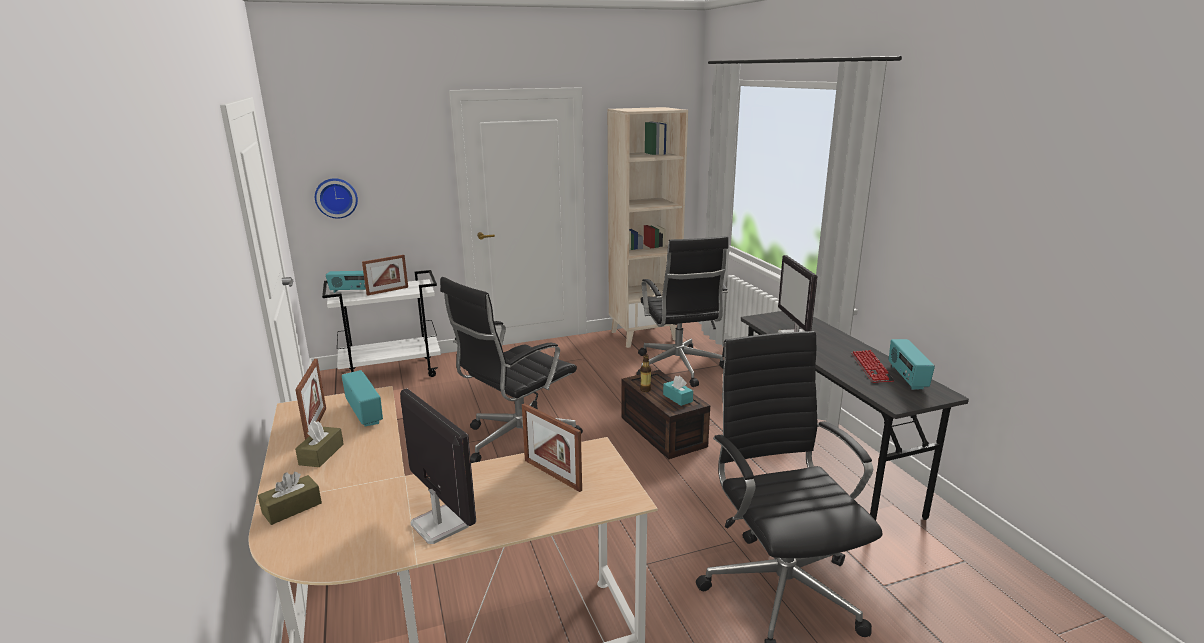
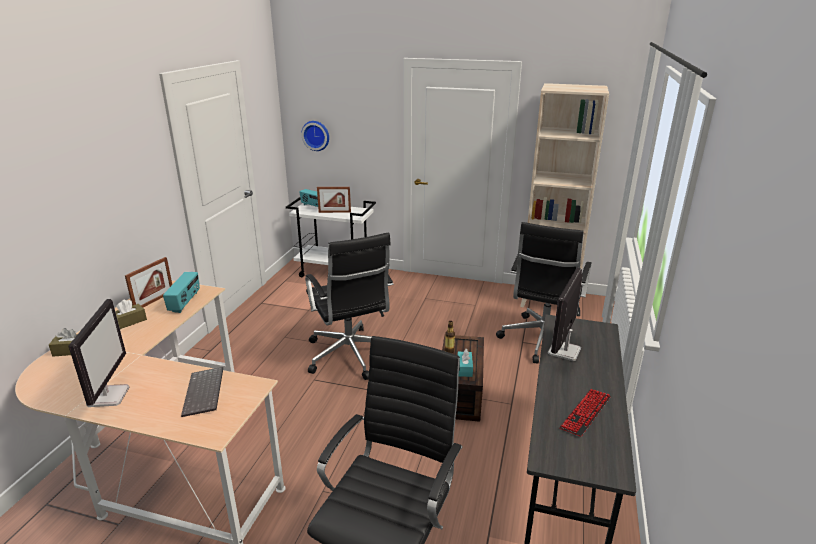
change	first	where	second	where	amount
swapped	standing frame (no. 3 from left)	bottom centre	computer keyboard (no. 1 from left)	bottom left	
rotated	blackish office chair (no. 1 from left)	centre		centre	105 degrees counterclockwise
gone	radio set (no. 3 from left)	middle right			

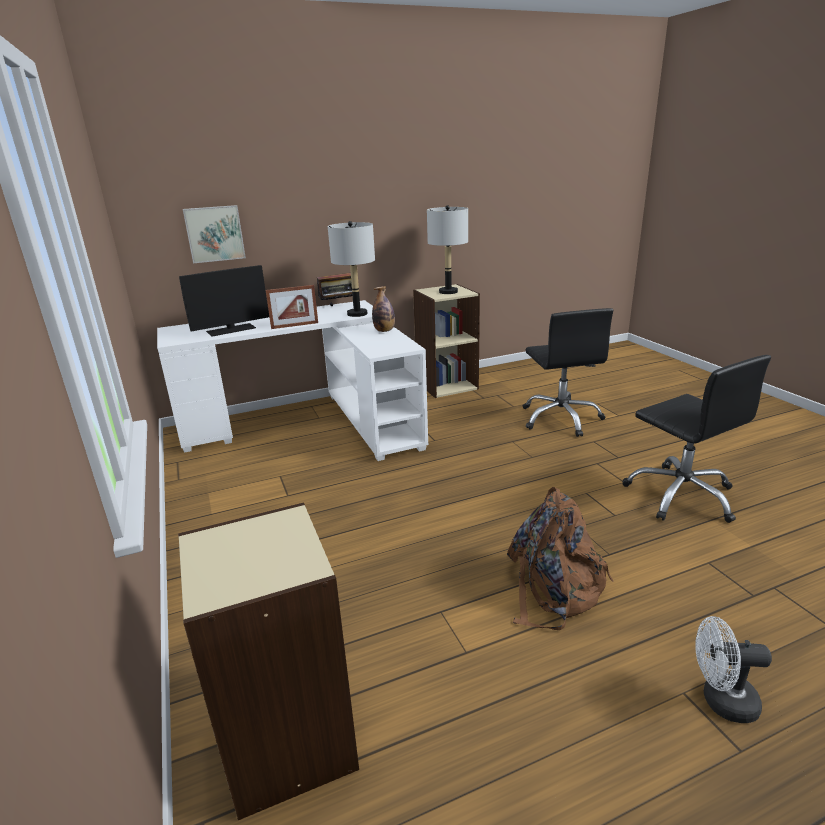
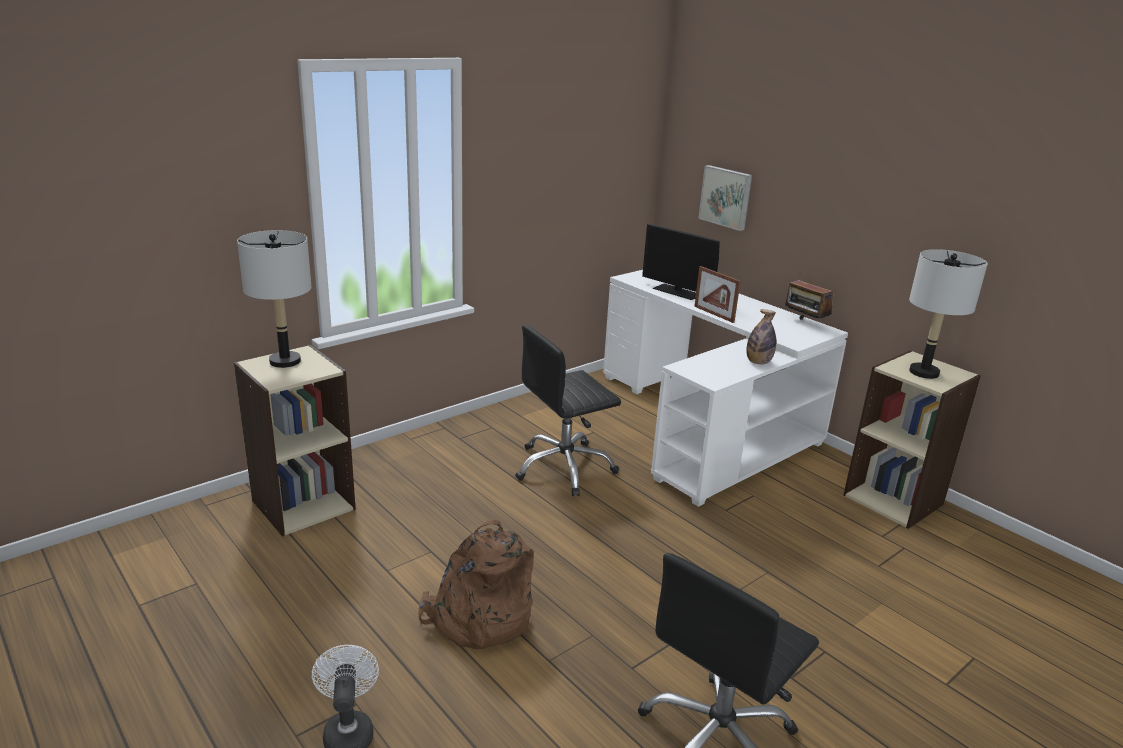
change	first	where	second	where	amount
shifted	greyish tabletop lamp (no. 1 from left)	top centre		middle left	
shifted	blackish office chair (no. 1 from left)	middle right		centre	

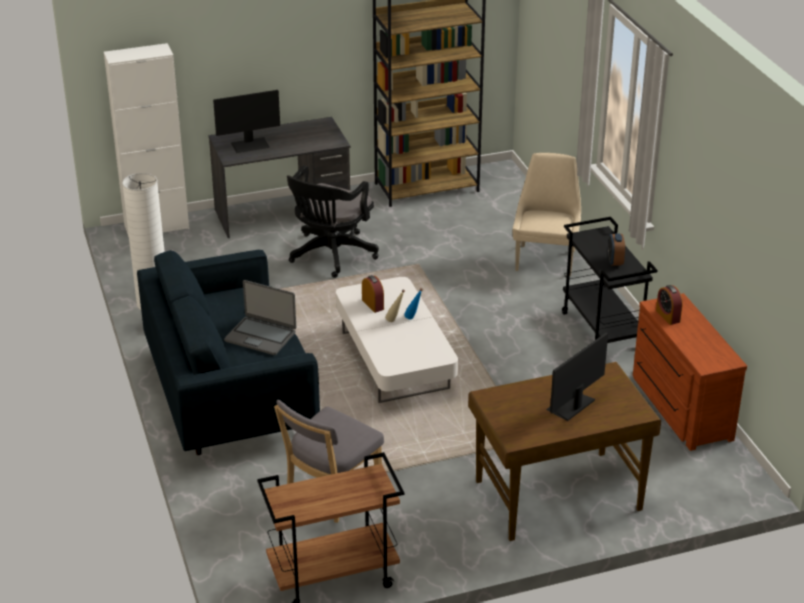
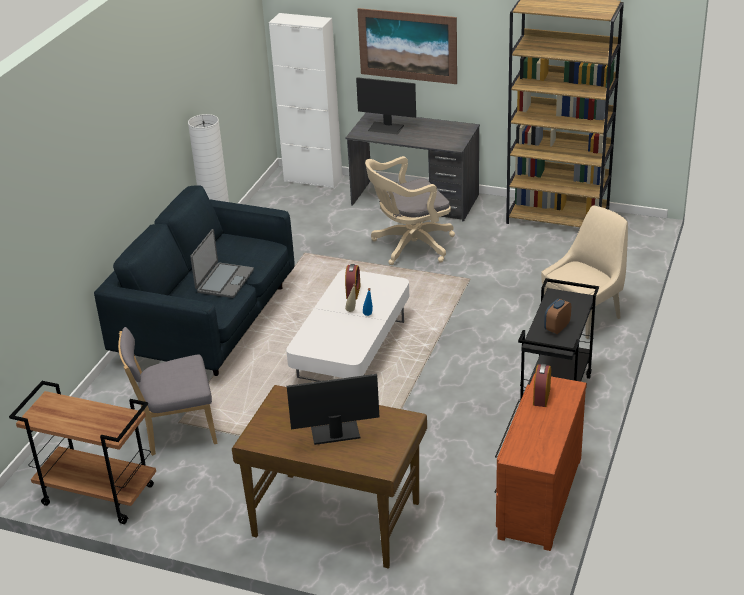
change	first	where	second	where	amount
rotated	portable computer	middle left		middle left	135 degrees counterclockwise
new			picture	top centre	
repainted	blackish office chair	centre	beige-coloured office chair	centre	

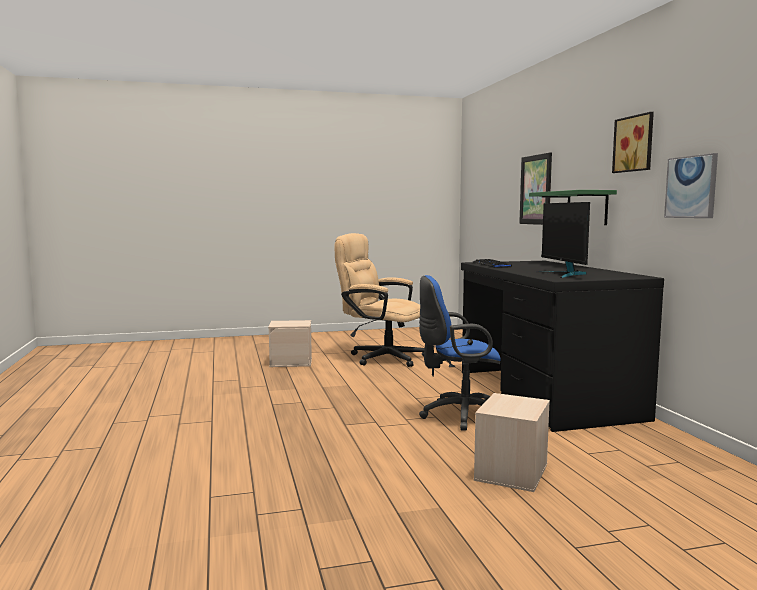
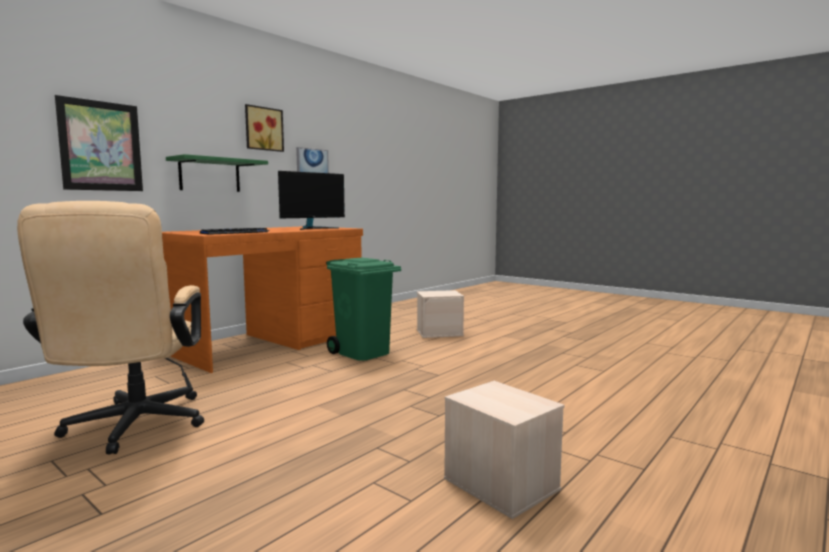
change	first	where	second	where	amount
repainted	blackish desk	middle right	orange desk	middle left	
swapped	blue office chair	centre	greenish rubbish bin	centre	
shifted	beige-coloured storage container (no. 1 from left in the first image)	centre	beige-coloured storage container (no. 2 from left)	bottom centre	

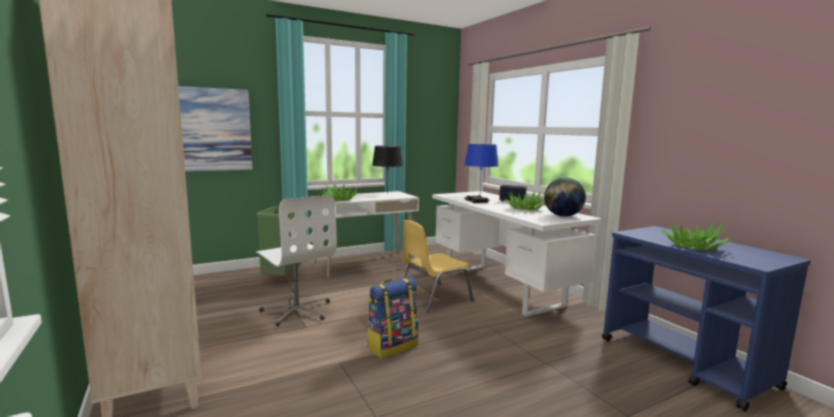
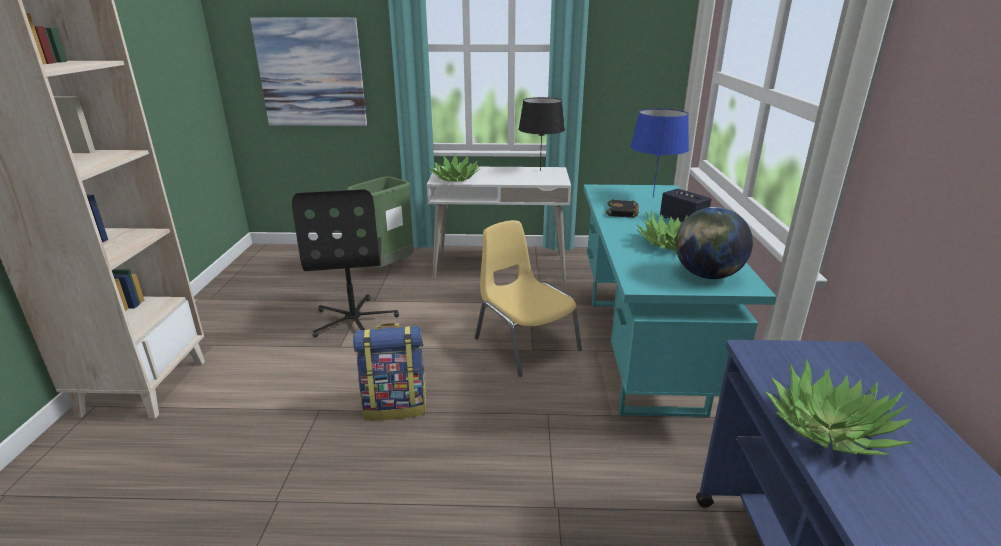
change	first	where	second	where	amount
repainted	whitish office chair	centre	blackish office chair	centre	
rotated	yellow upright chair	centre		centre	60 degrees clockwise
repainted	whitish desk (no. 2 from left)	centre	turquoise-coloured desk	middle right	

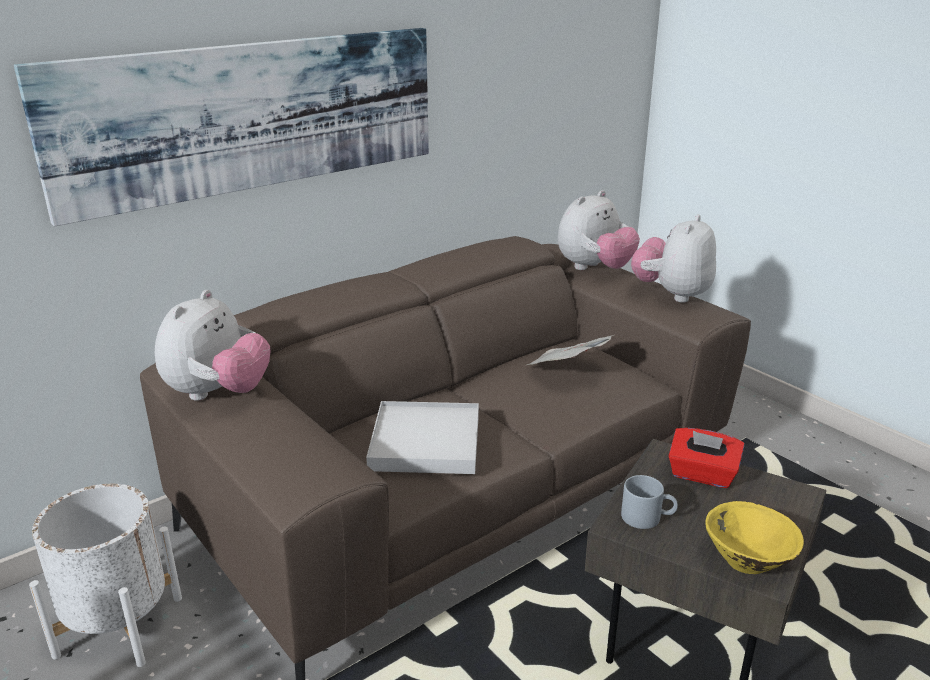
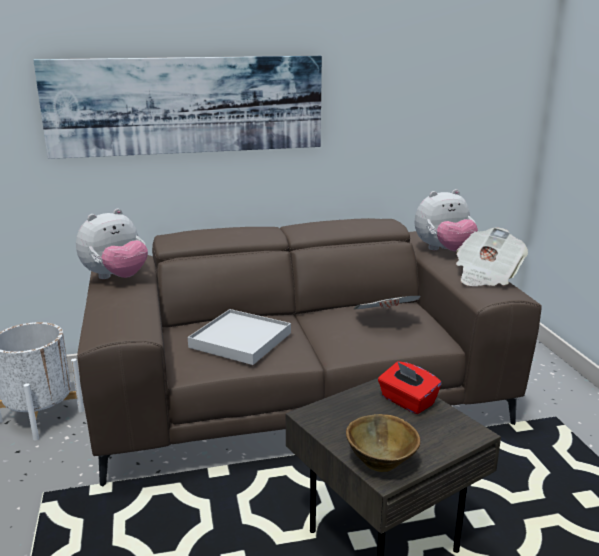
change	first	where	second	where	amount
repainted	yellow serving bowl	bottom right	brown-coloured serving bowl	bottom centre	
swapped	plush toy (no. 3 from left)	middle right	newspaper (no. 2 from left)	middle right	
gone	greyish tea mug	bottom right			

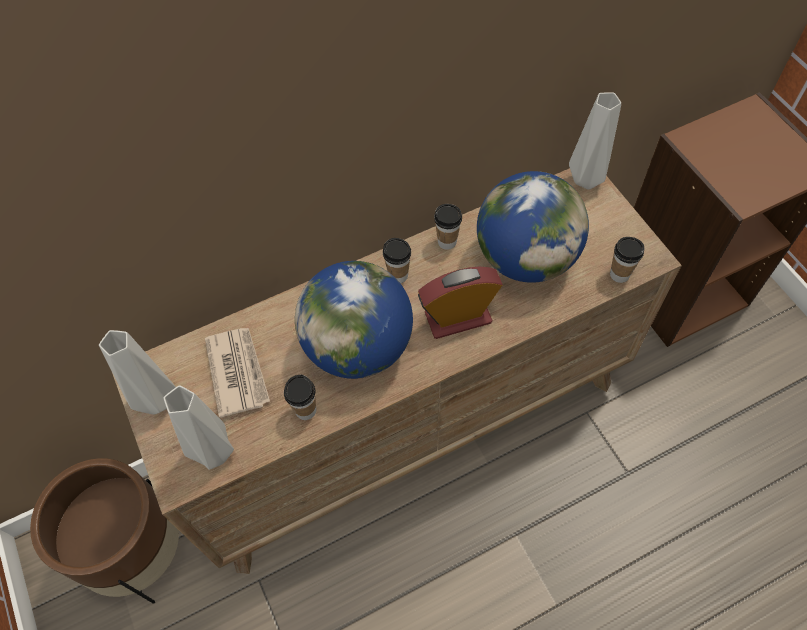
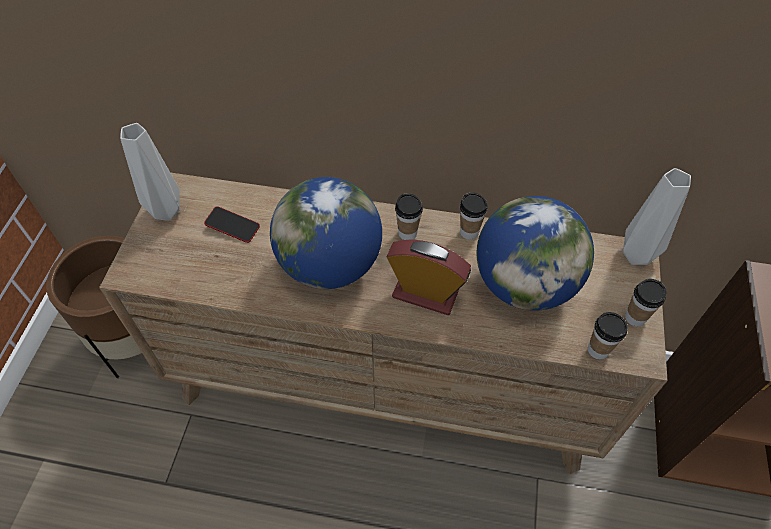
change	first	where	second	where	amount
swapped	newspaper	middle left	telephone	middle left	
shifted	small cup (no. 1 from left in the first image)	centre	small cup (no. 4 from left)	middle right	
gone	greyish decorative vase (no. 2 from left)	bottom left			

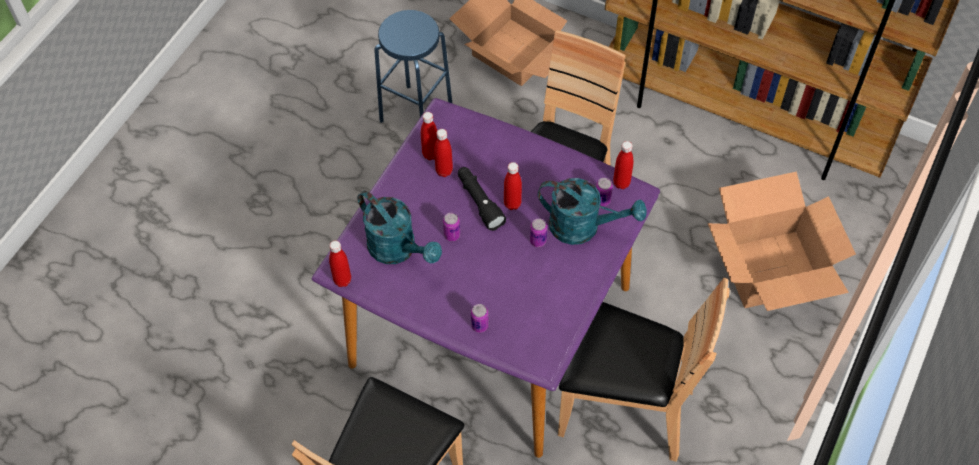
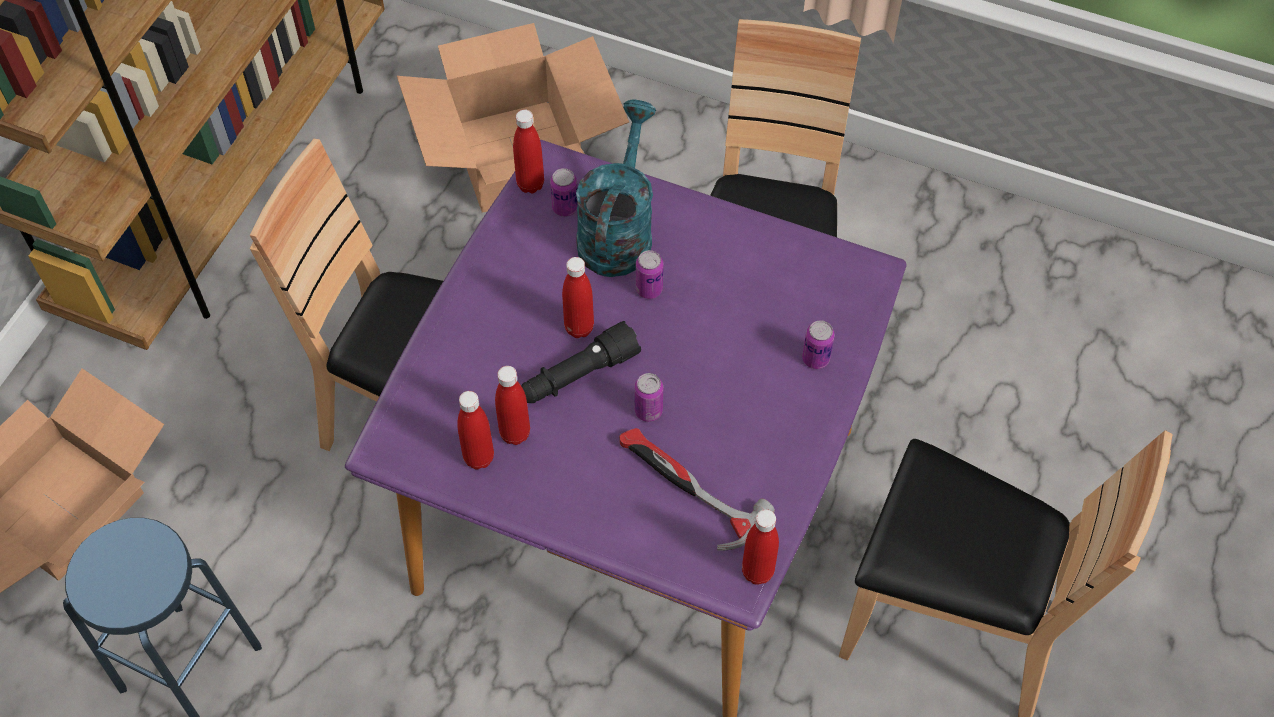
change	first	where	second	where	amount
swapped	turquoise-coloured watering can (no. 1 from left)	centre	hammer	bottom centre	

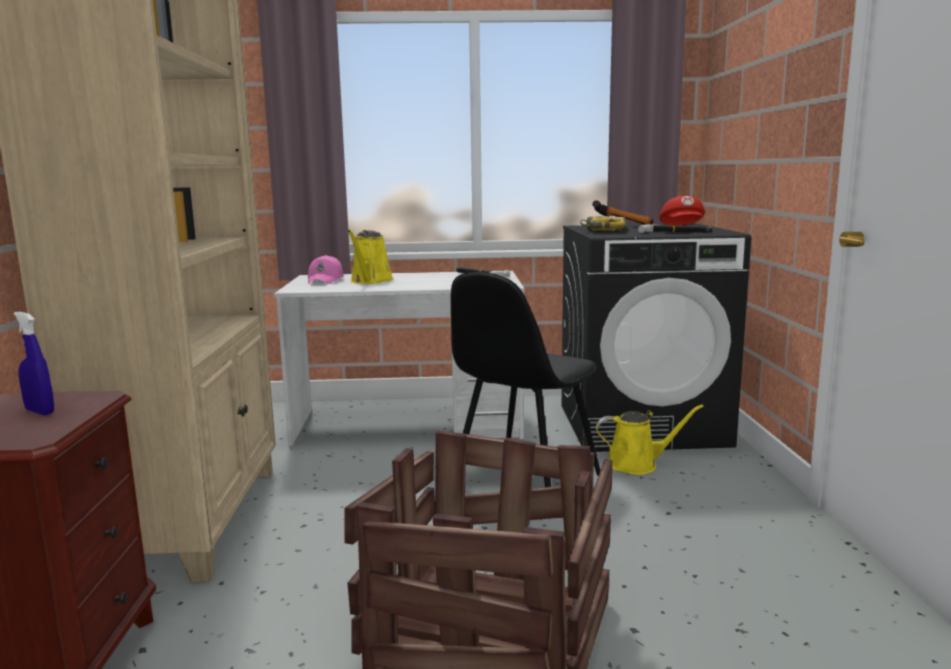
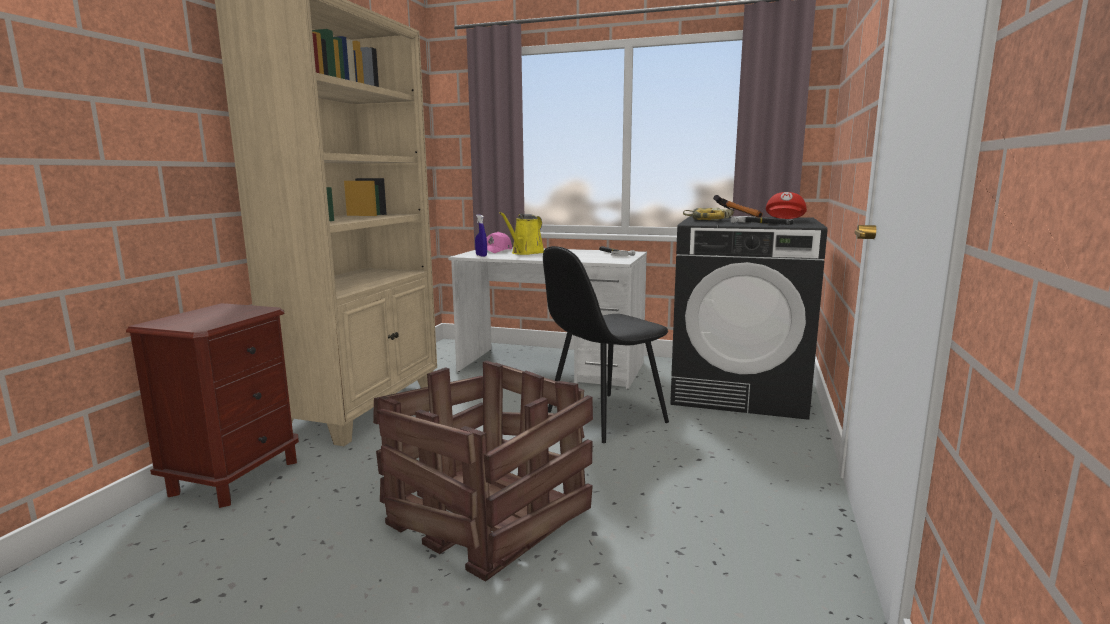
change	first	where	second	where	amount
shifted	blue sprayer	middle left		centre	
gone	yellow watering can (no. 2 from left)	middle right			

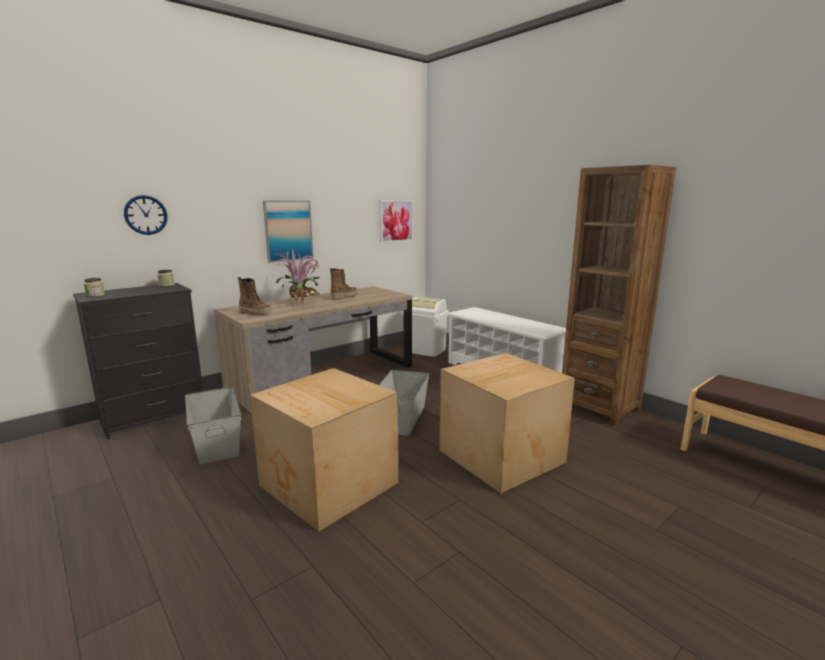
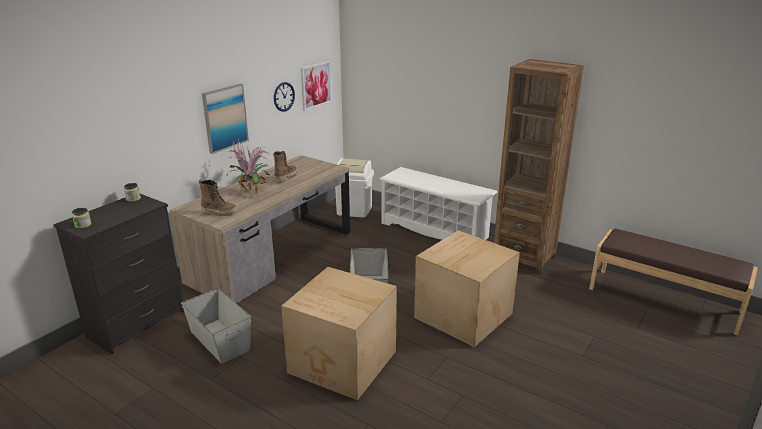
change	first	where	second	where	amount
shifted	wall clock	top left		top centre	

